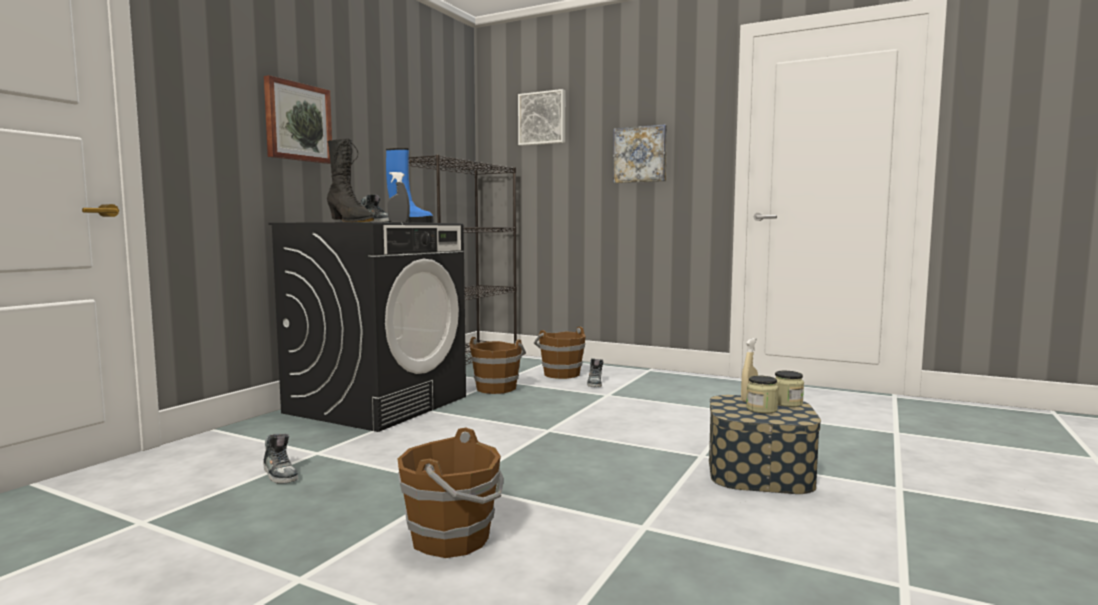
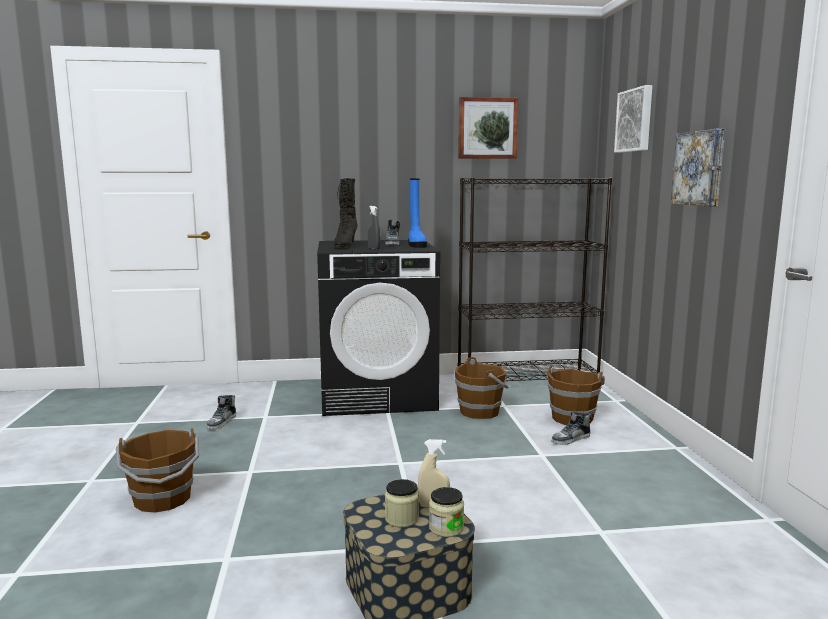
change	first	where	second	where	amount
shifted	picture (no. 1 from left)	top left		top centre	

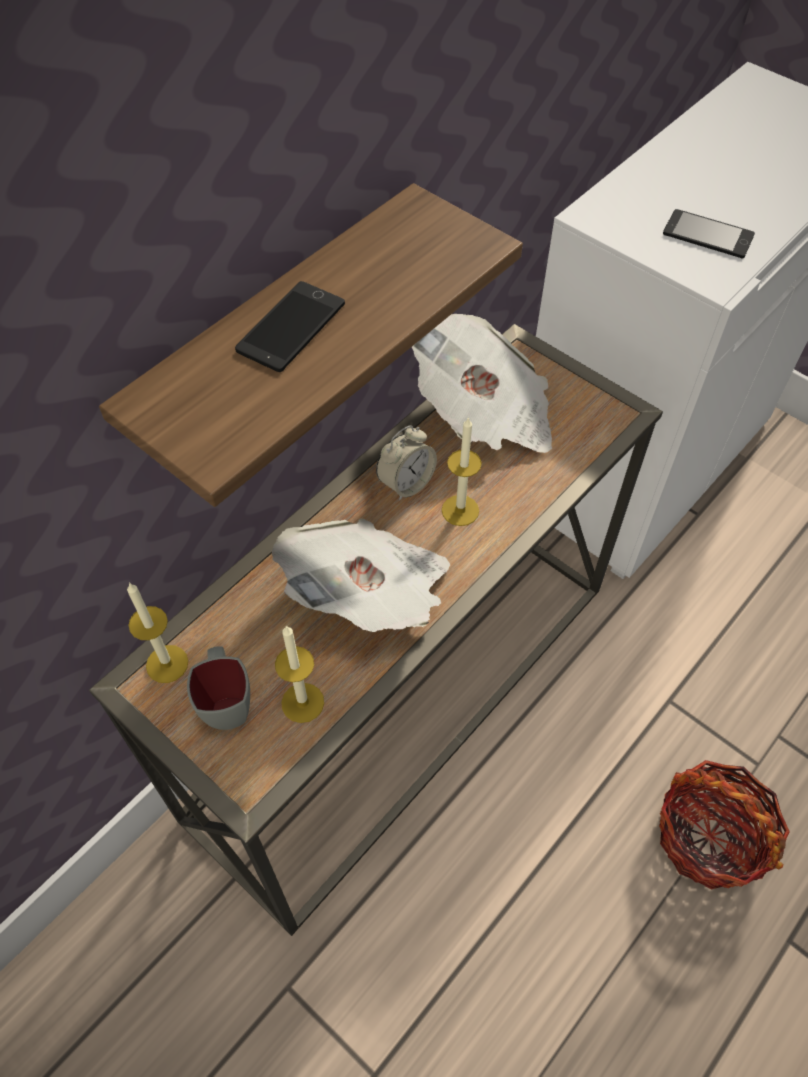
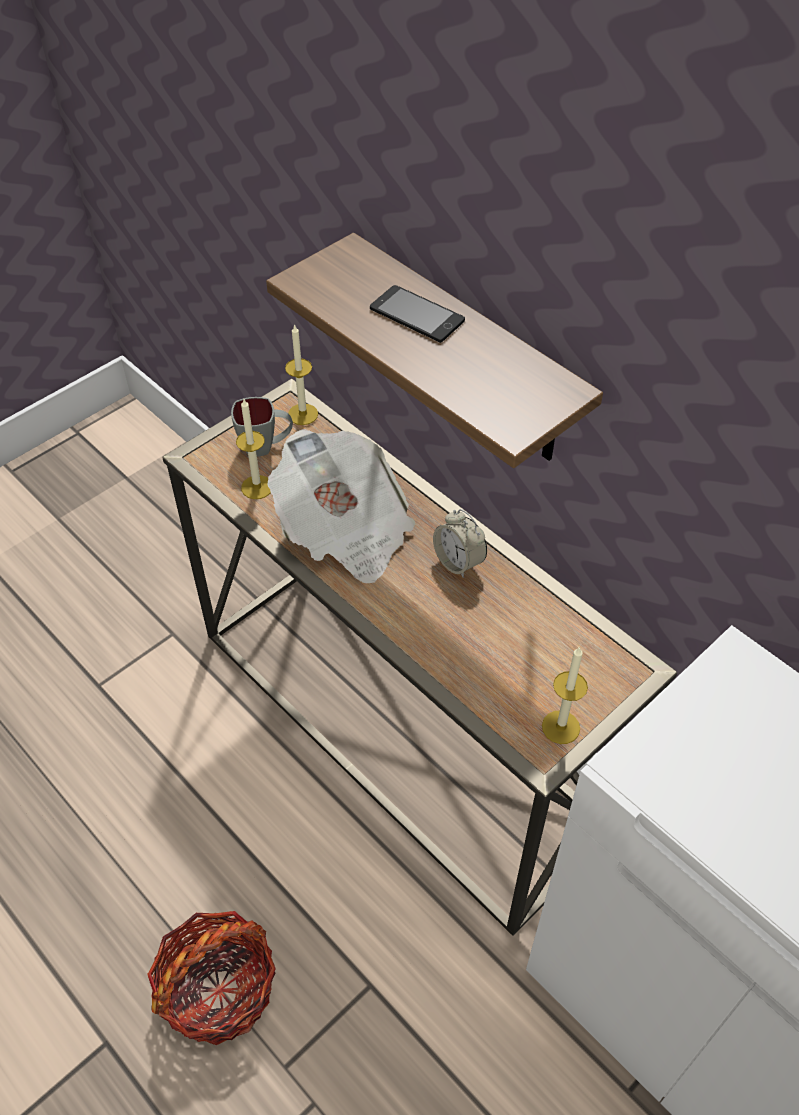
change	first	where	second	where	amount
shifted	candle (no. 3 from left)	centre		middle right	
gone	newspaper (no. 2 from left)	centre			
gone	telephone (no. 2 from left)	top right			

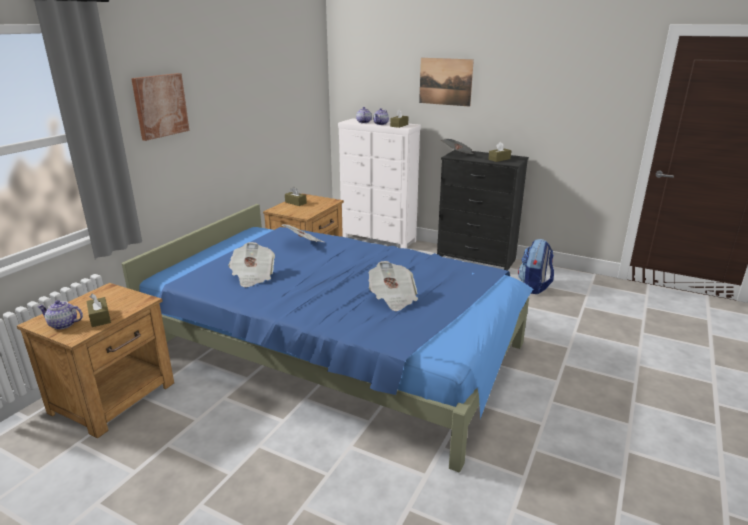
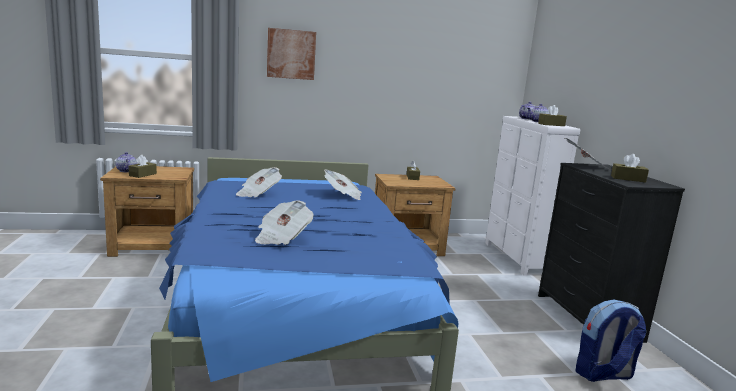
change	first	where	second	where	amount
gone	picture (no. 2 from left)	top centre			

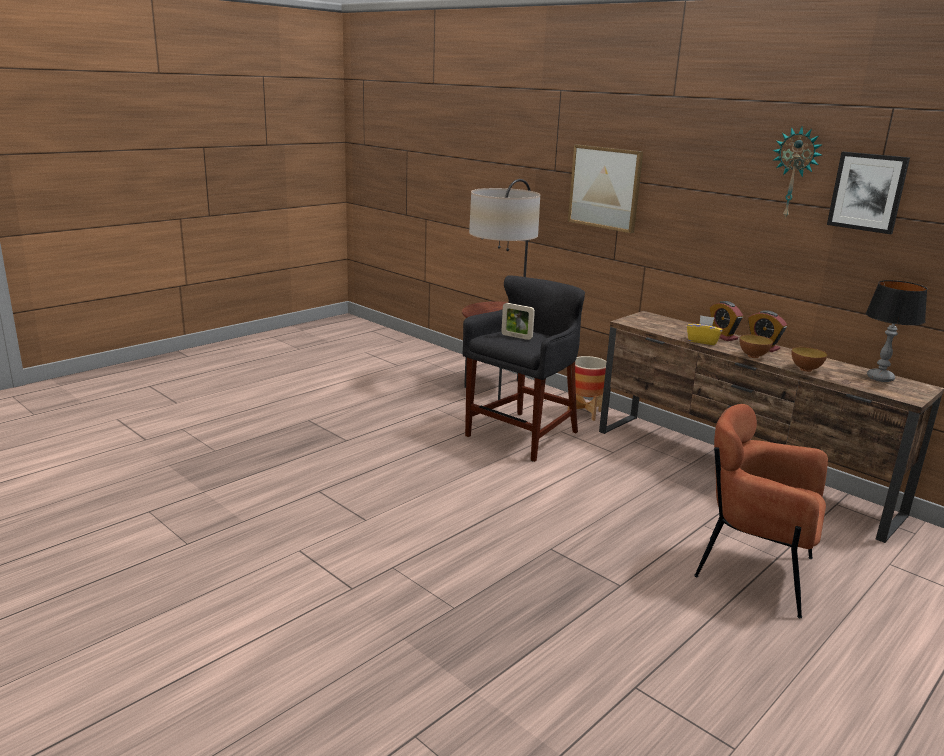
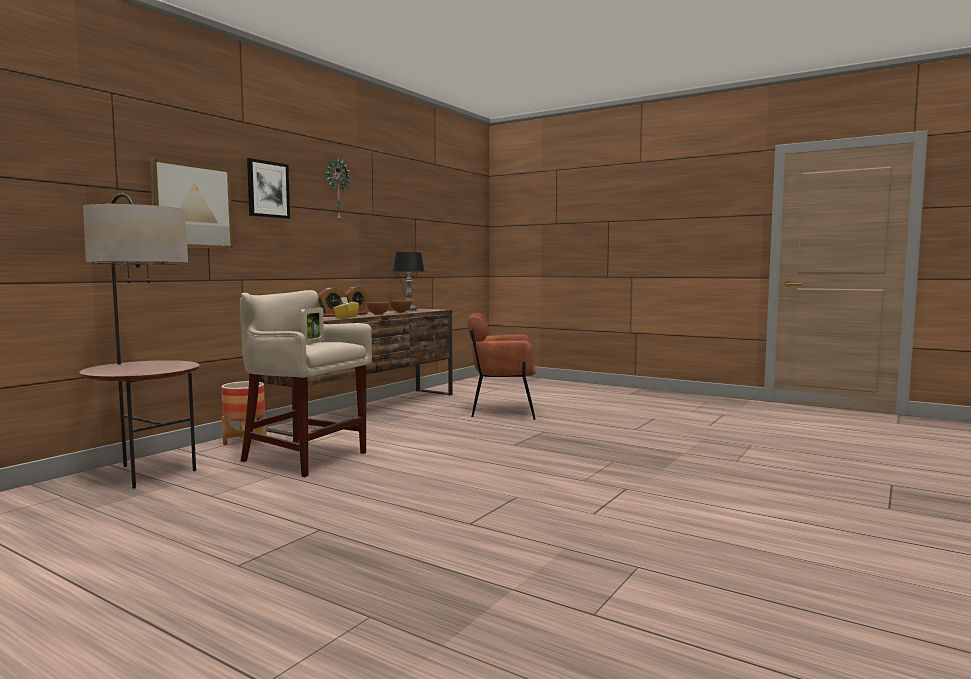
change	first	where	second	where	amount
repainted	blackish sitting stool	centre	beige-coloured sitting stool	middle left	
shifted	picture (no. 2 from left)	top right		top left	
rotated	brown-coloured armchair	bottom right		centre	75 degrees clockwise

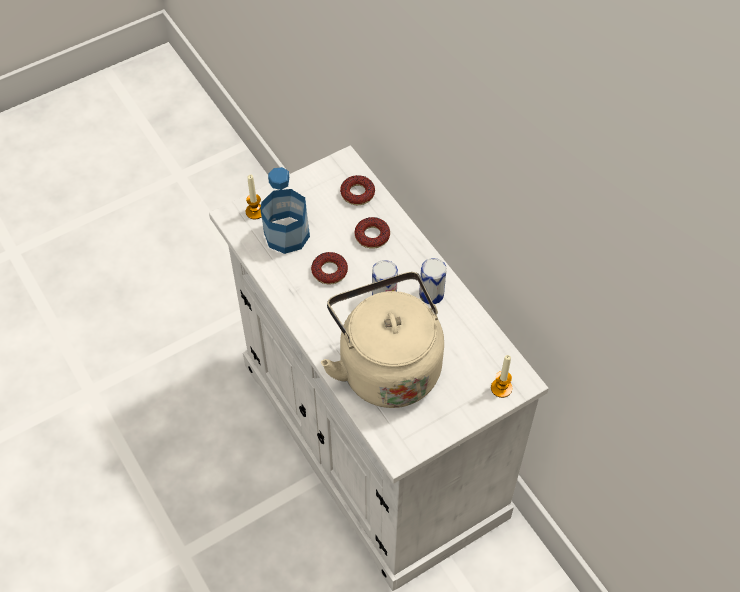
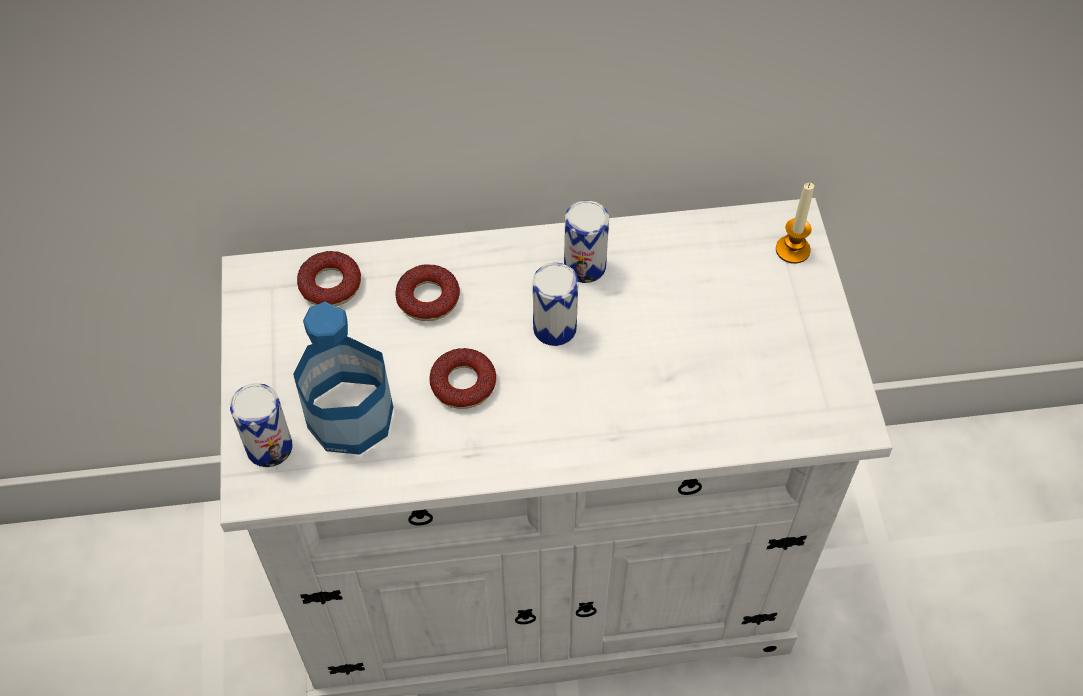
change	first	where	second	where	amount
swapped	candle (no. 1 from left)	top centre	can (no. 1 from left)	middle left	
gone	beige-coloured tea kettle	centre			

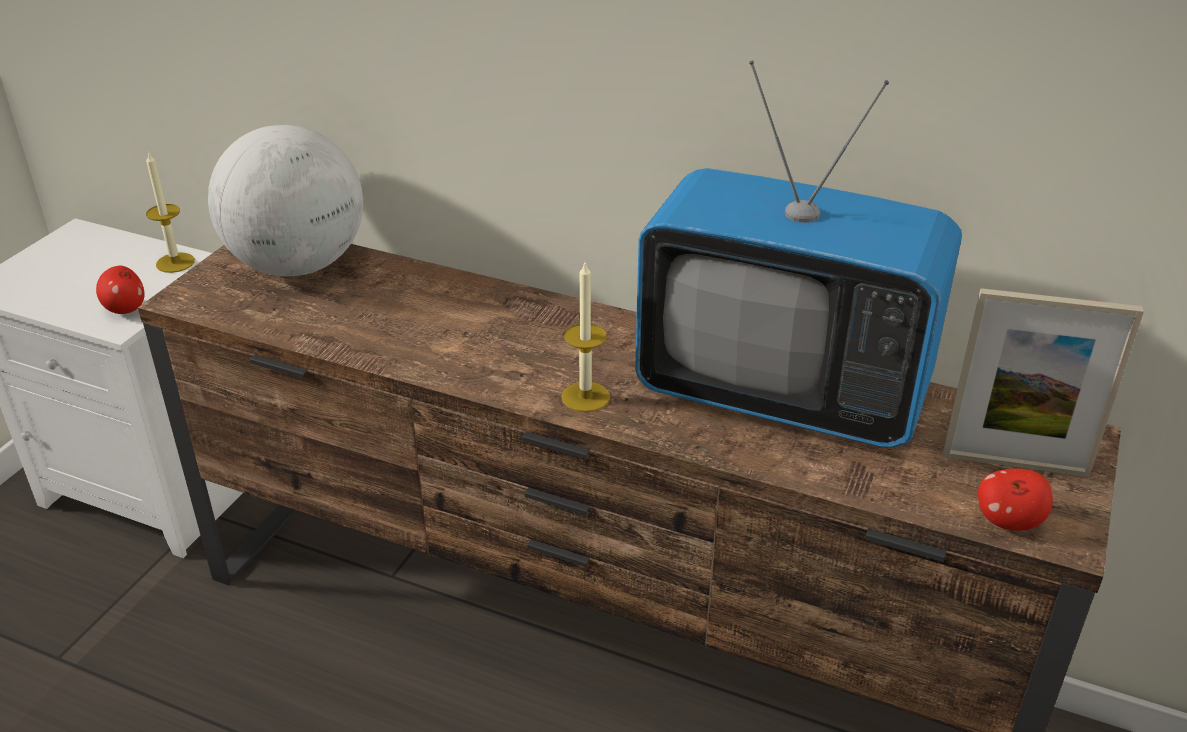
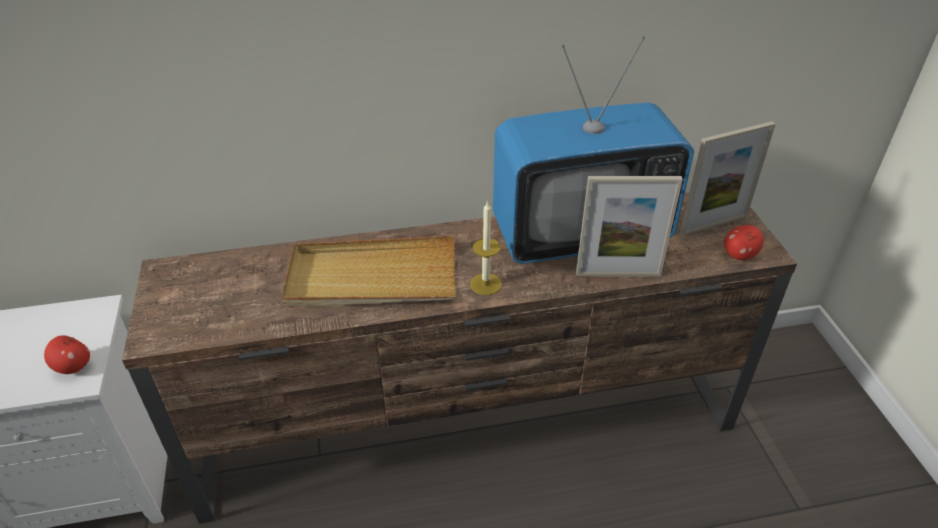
change	first	where	second	where	amount
new			beige-coloured carrying tray	centre	
new			standing frame (no. 1 from left)	middle right	
gone	candle (no. 1 from left)	top left			
gone	globe	top left			

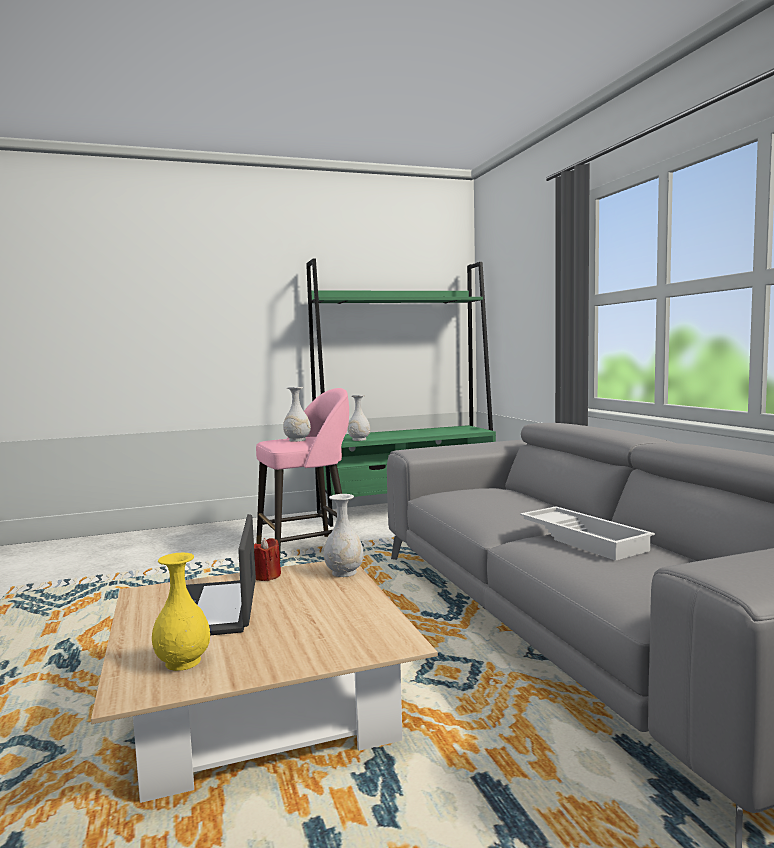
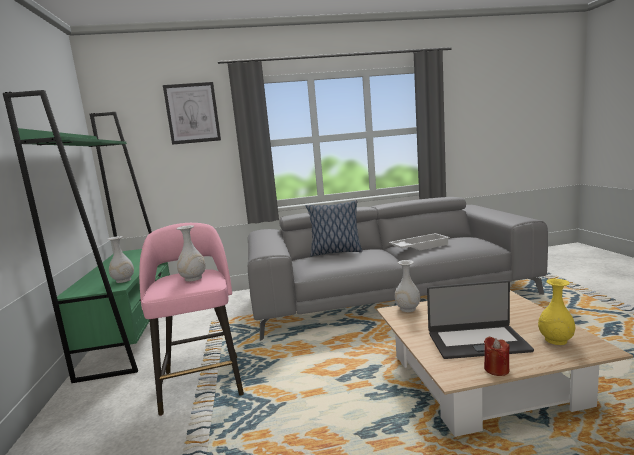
change	first	where	second	where	amount
new			picture	top left	
new			pillow	centre	
shifted	red-coloured candle	centre		bottom right	

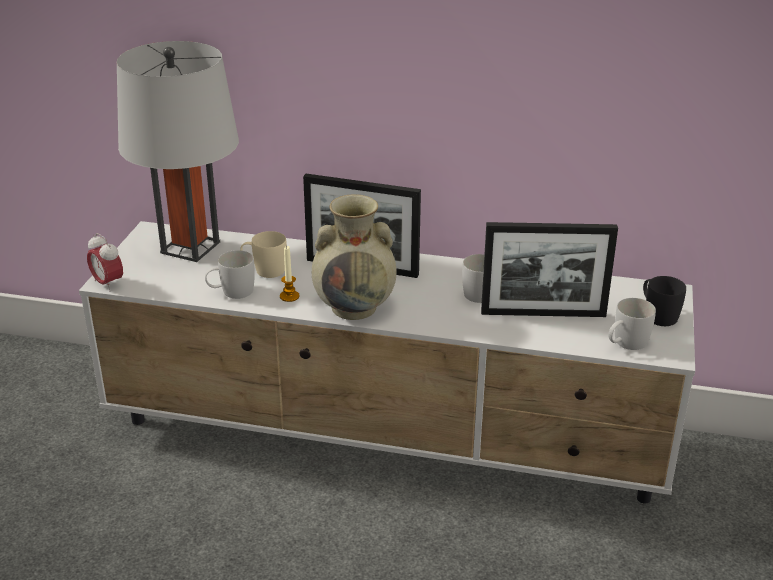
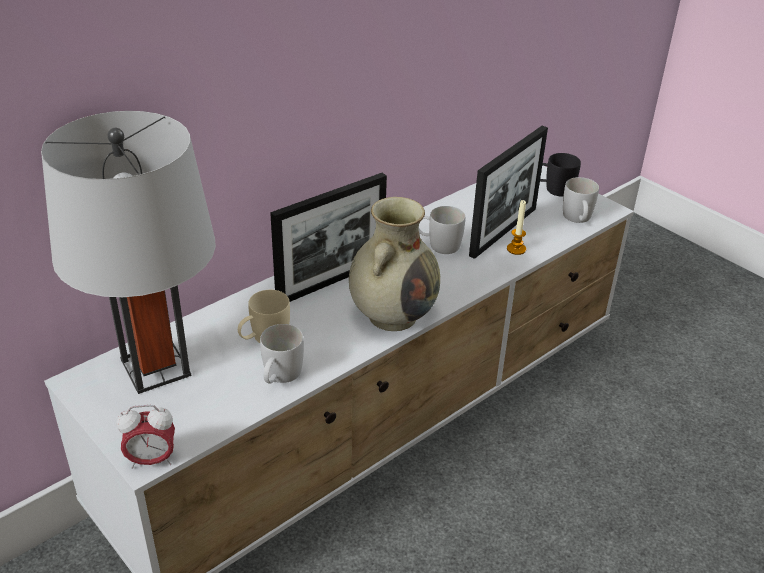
change	first	where	second	where	amount
shifted	candle	centre		middle right	

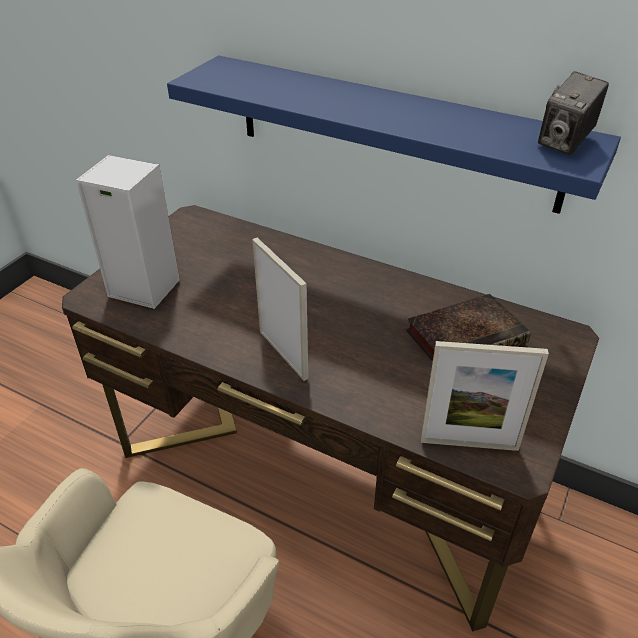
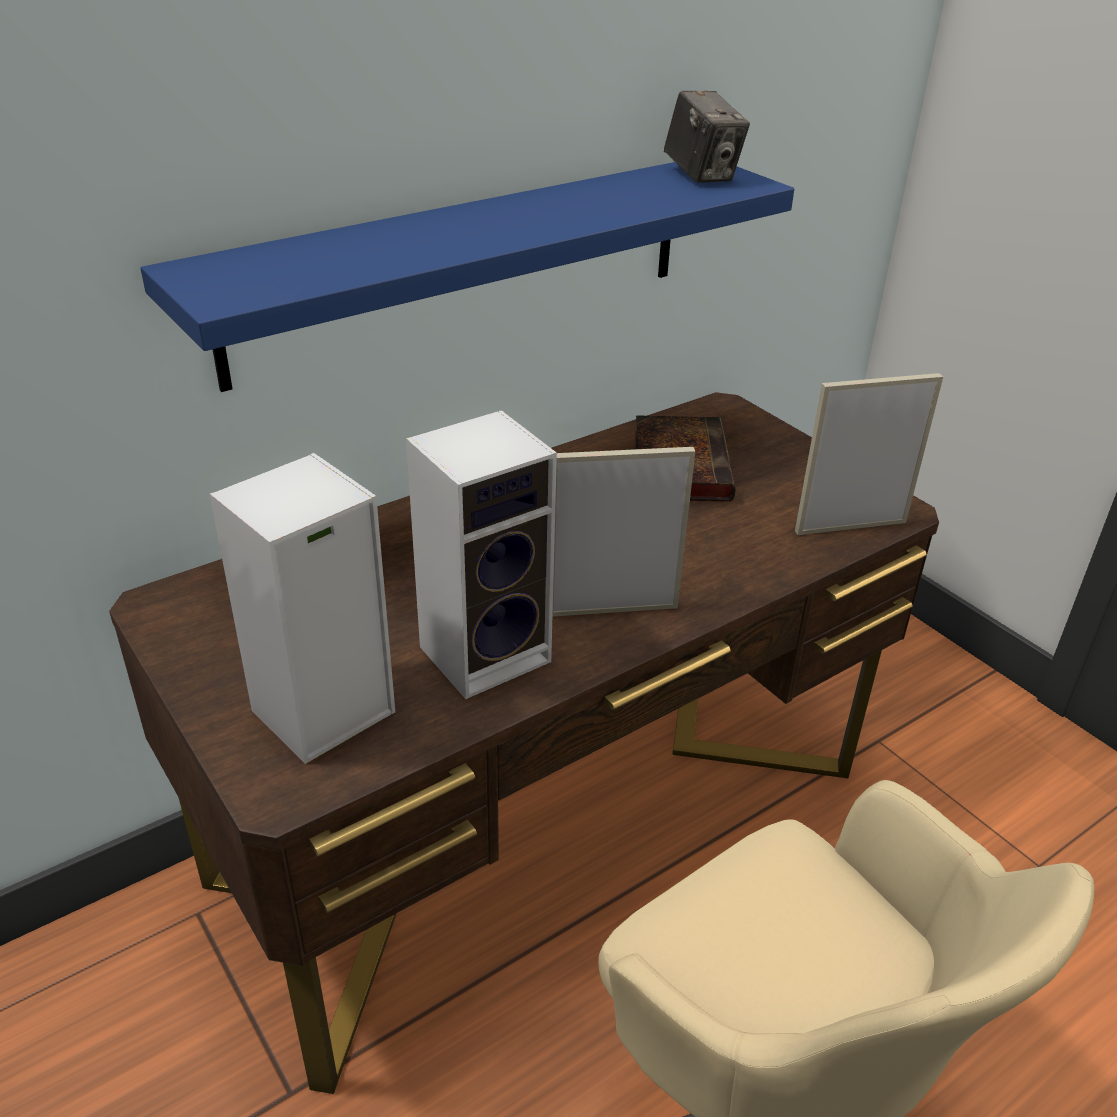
change	first	where	second	where	amount
new			loudspeaker (no. 2 from left)	centre	
rotated	standing frame (no. 2 from left)	middle right		middle right	135 degrees counterclockwise

